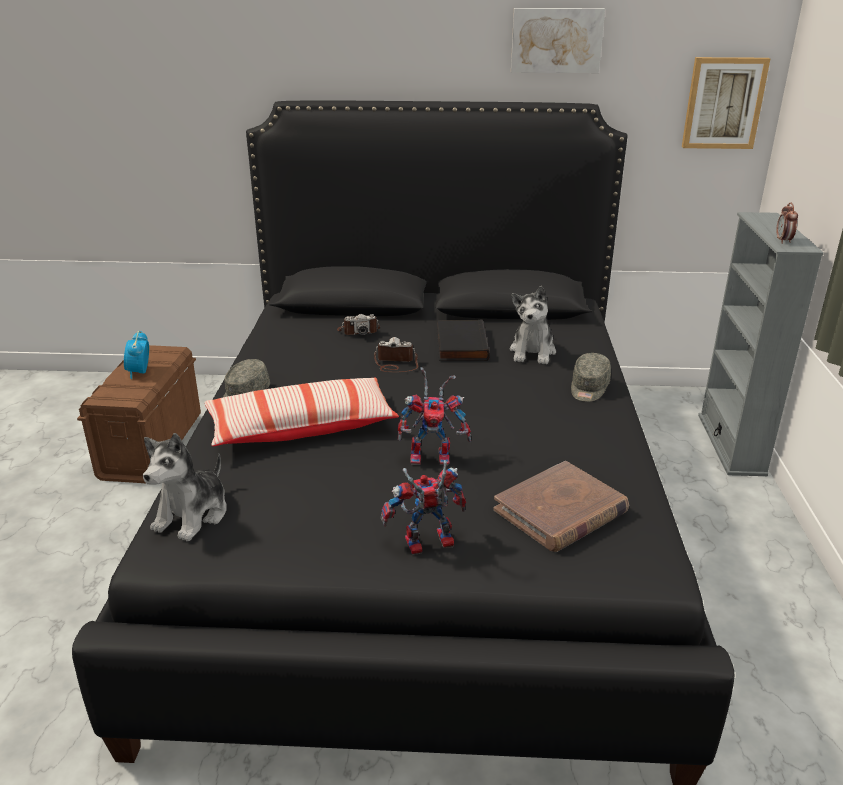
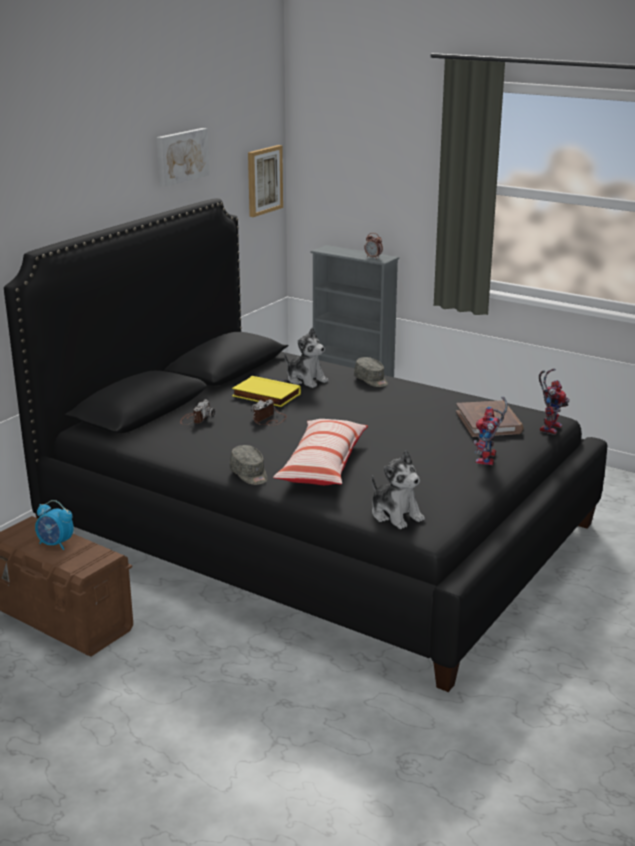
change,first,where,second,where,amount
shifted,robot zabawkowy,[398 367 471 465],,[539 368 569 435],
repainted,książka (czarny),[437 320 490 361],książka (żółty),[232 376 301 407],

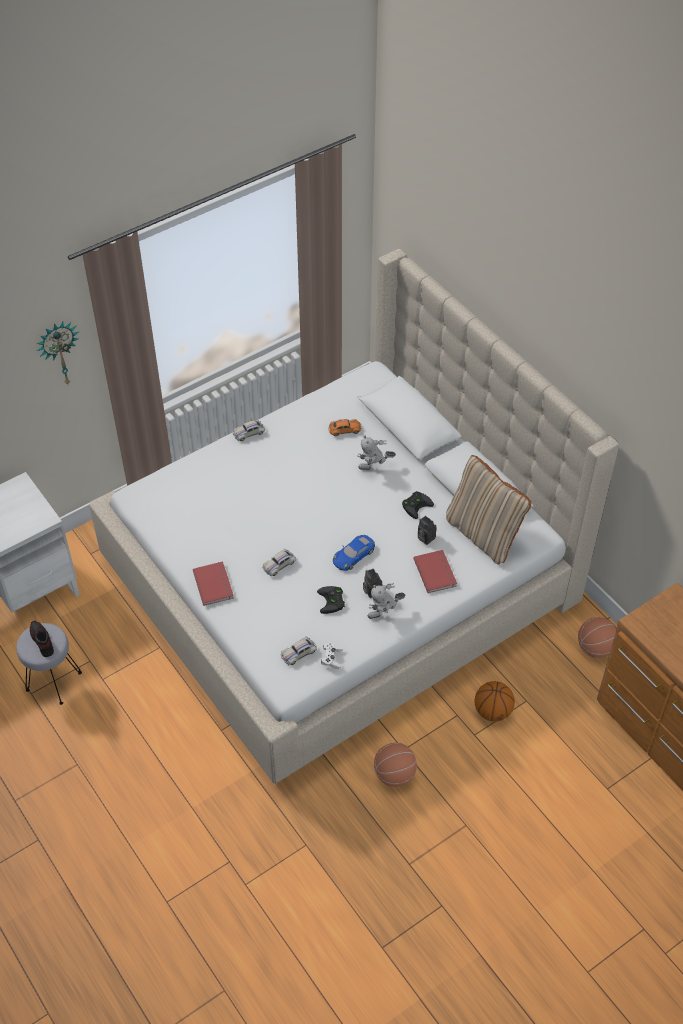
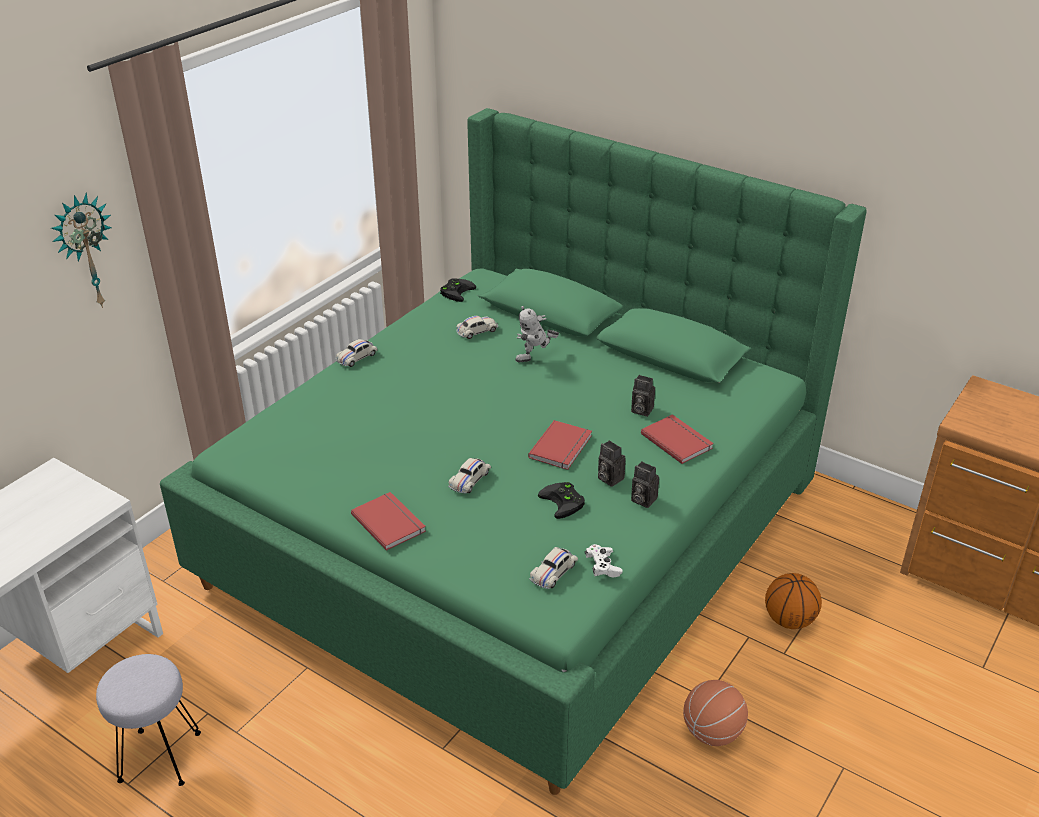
change,first,where,second,where,amount
gone,but,[30 620 54 657],,,
gone,poduszka (beżowy),[446 455 531 564],,,
gone,piłka do koszykówki,[578 617 617 658],,,
shifted,pad do gier (czarny),[402 491 434 519],,[440 278 476 302],
swapped,samochodzik (niebieski),[333 535 375 571],książka (czerwony),[528 420 592 470],
swapped,robot zabawkowy,[368 583 405 619],aparat fotograficzny,[631 462 659 508],
repainted,łóżko (beżowy),[89 249 619 784],łóżko (zielony),[160 108 867 795],
repainted,samochodzik (pomarańczowy),[329 419 361 436],samochodzik (biały),[456 316 499 339],

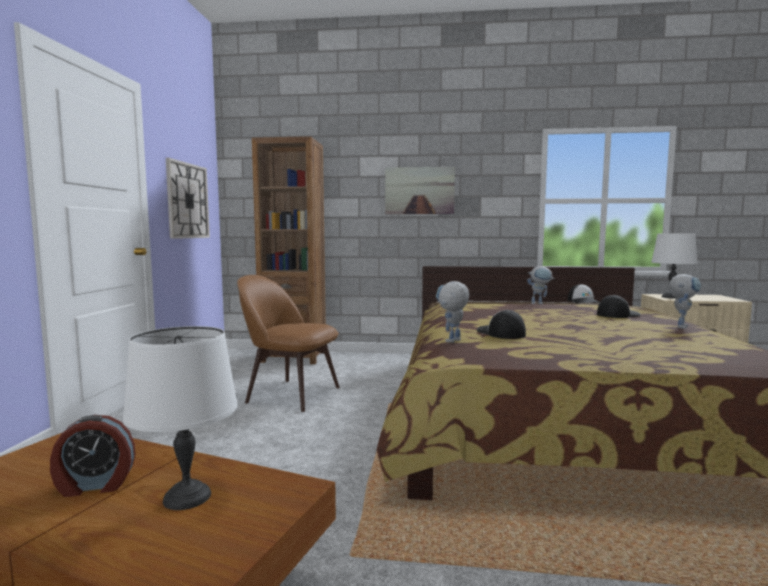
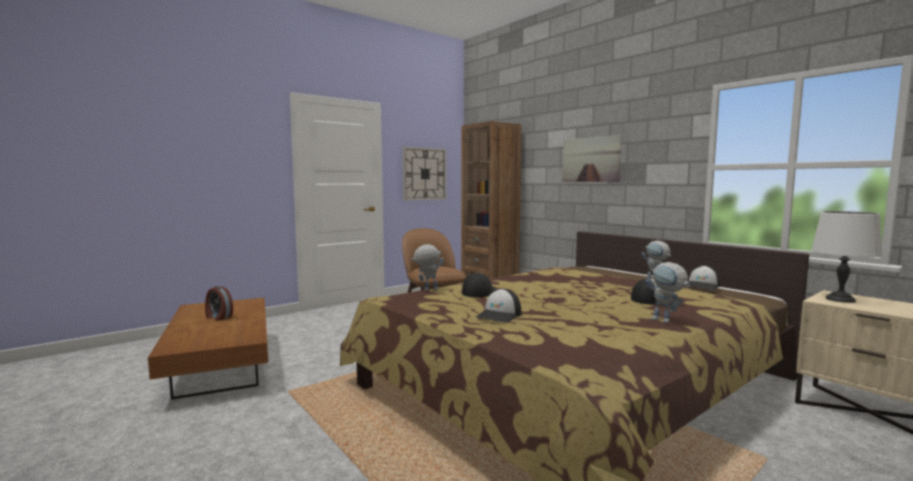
change,first,where,second,where,amount
gone,lampa stołowa (biały),[123 326 238 510],,,
new,,,czapka z daszkiem,[476 289 521 323],
rotated,robot zabawkowy,[669 274 701 329],,[645 262 690 323],60 degrees clockwise

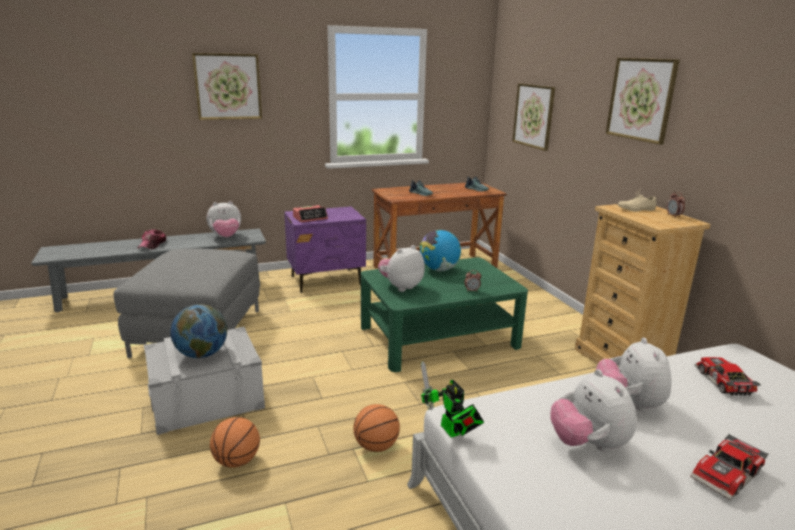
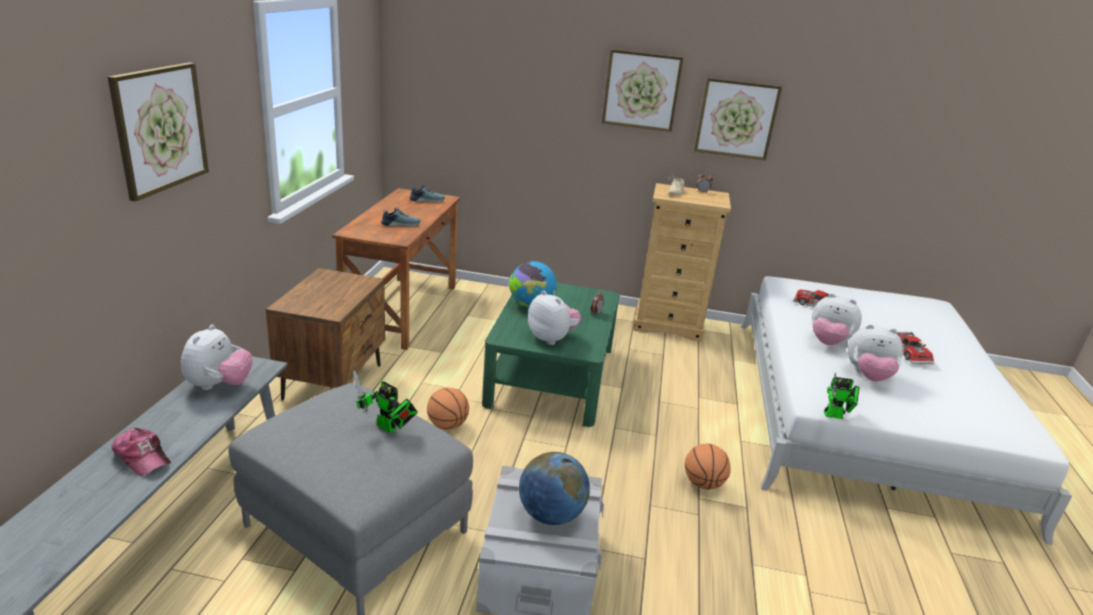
change,first,where,second,where,amount
gone,budzik,[293 205 328 223],,,
new,,,robot zabawkowy,[353 370 418 433],
shifted,piłka do koszykówki,[210 417 260 468],,[427 388 469 430],
shifted,obraz,[512 83 555 151],,[694 78 782 160],
repainted,szafka nocna (fioletowy),[284 206 366 293],szafka nocna (brązowy),[266 268 385 400],
rotated,pluszak,[378 245 425 292],,[528 290 581 345],150 degrees clockwise

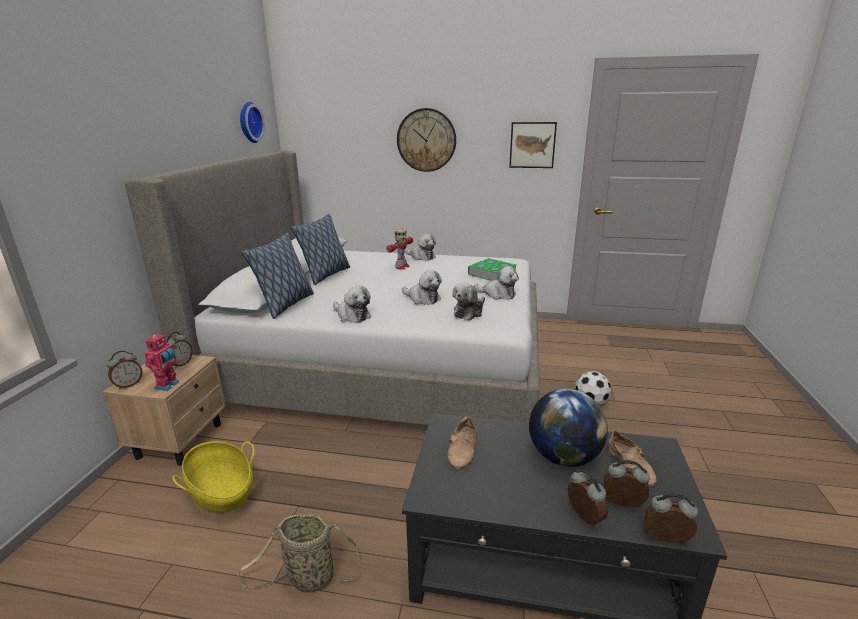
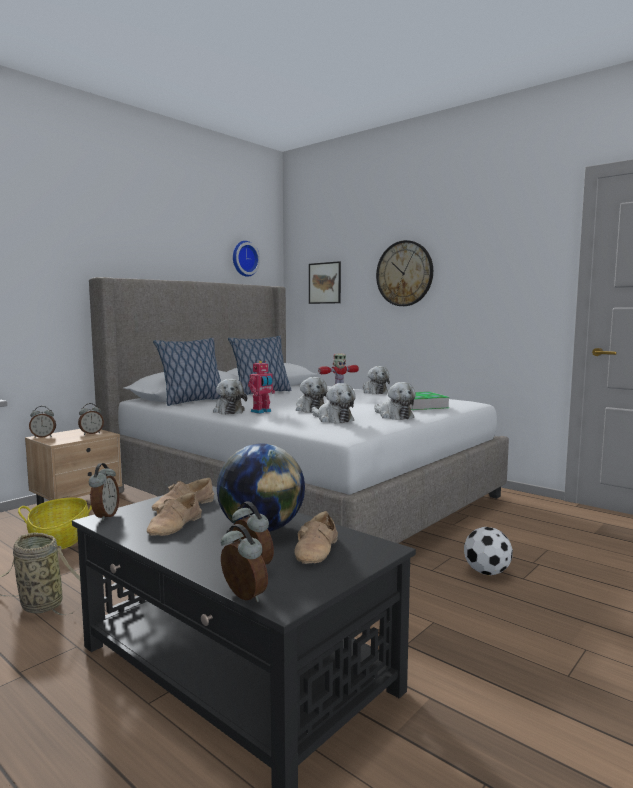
change,first,where,second,where,amount
new,,,but (beżowy),[147 492 202 536],
shifted,robot zabawkowy,[144 334 179 391],,[248 361 275 414],
shifted,obraz,[509 122 557 168],,[309 261 341 304],
shifted,budzik,[568 470 608 526],,[89 463 119 521],
rotated,pluszak,[452 283 485 320],,[312 383 356 423],105 degrees counterclockwise

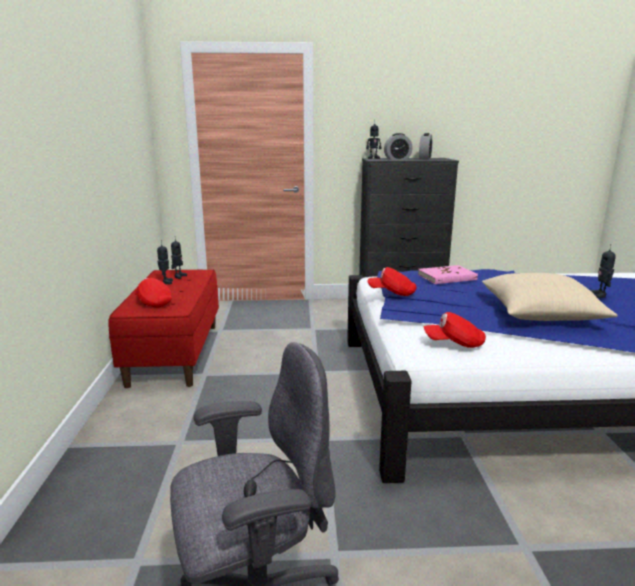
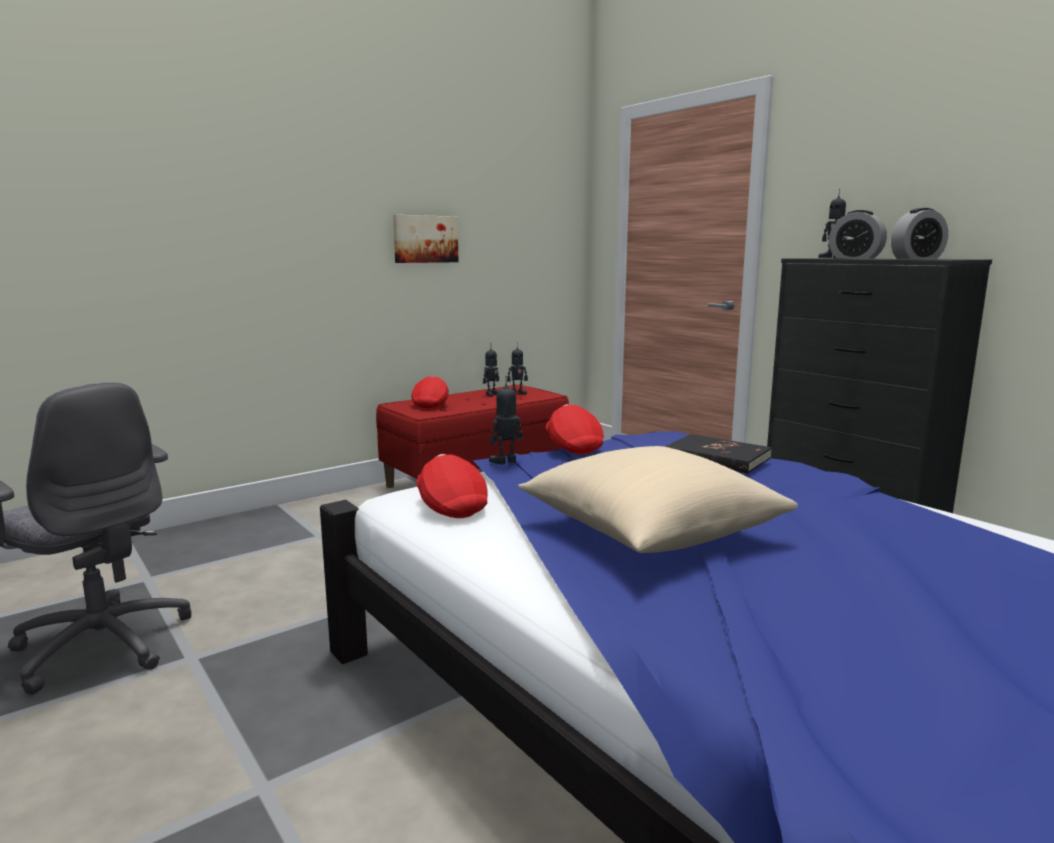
change,first,where,second,where,amount
new,,,obraz,[393 215 458 263],
shifted,robot zabawkowy,[591 244 616 298],,[489 376 523 464],
repainted,książka (różowy),[418 265 478 284],książka (czarny),[664 434 772 474],

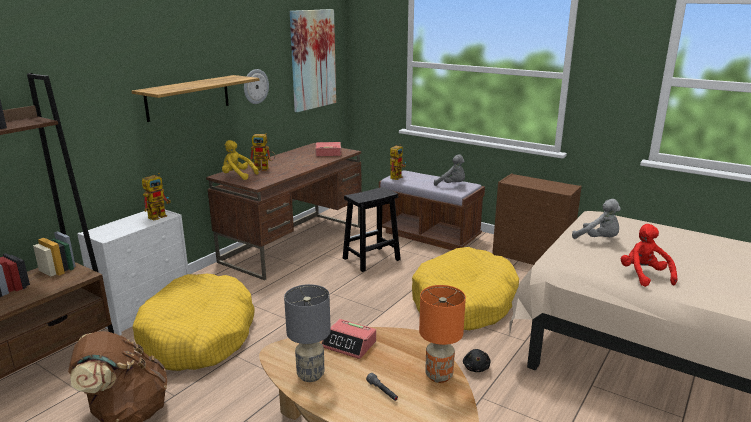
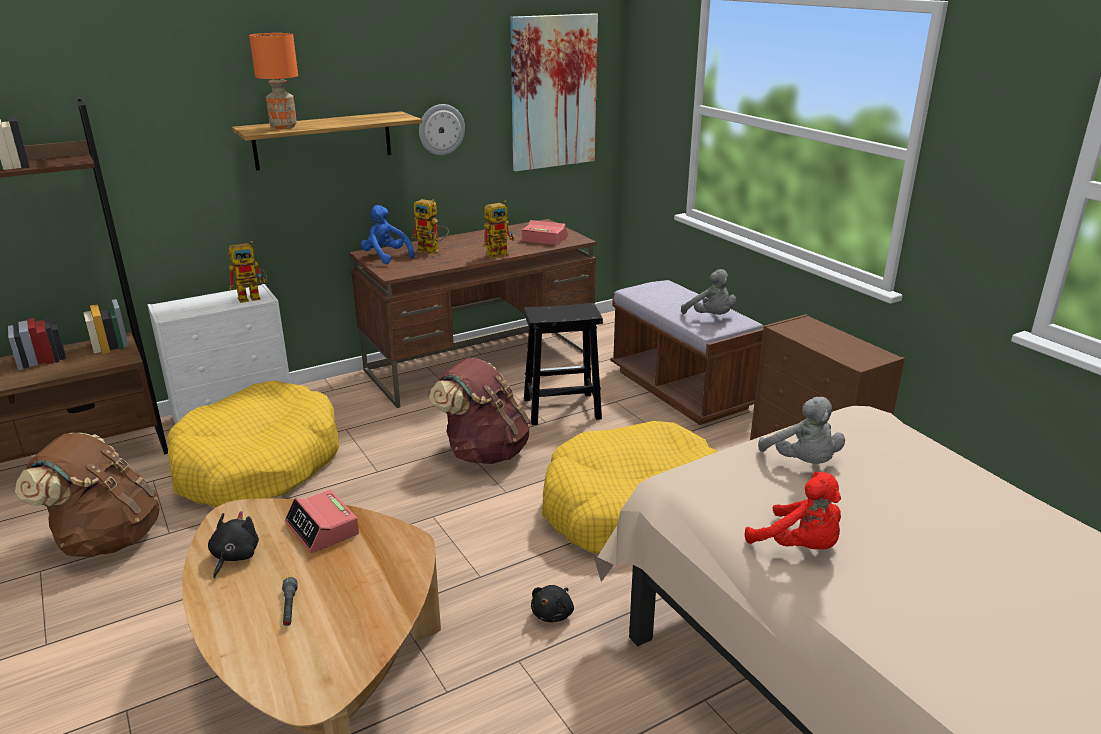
change,first,where,second,where,amount
new,,,plecak (brązowy),[429 358 531 464],
shifted,robot zabawkowy,[390 144 406 180],,[483 200 515 259],
shifted,lampa stołowa (pomarańczowy),[419 285 466 383],,[249 33 298 129],
swapped,lampa stołowa (szary),[284 284 331 382],pluszak (czarny),[208 511 259 579],
repainted,pluszak (żółty),[222 140 259 180],pluszak (niebieski),[361 205 414 264],
rotated,pluszak (czerwony),[621 224 678 287],,[745 472 841 550],120 degrees clockwise

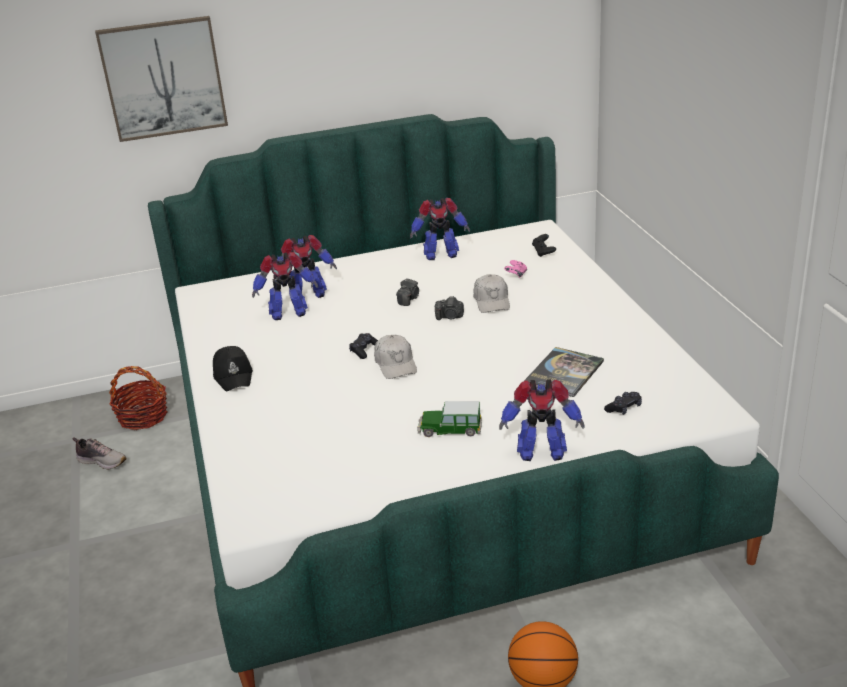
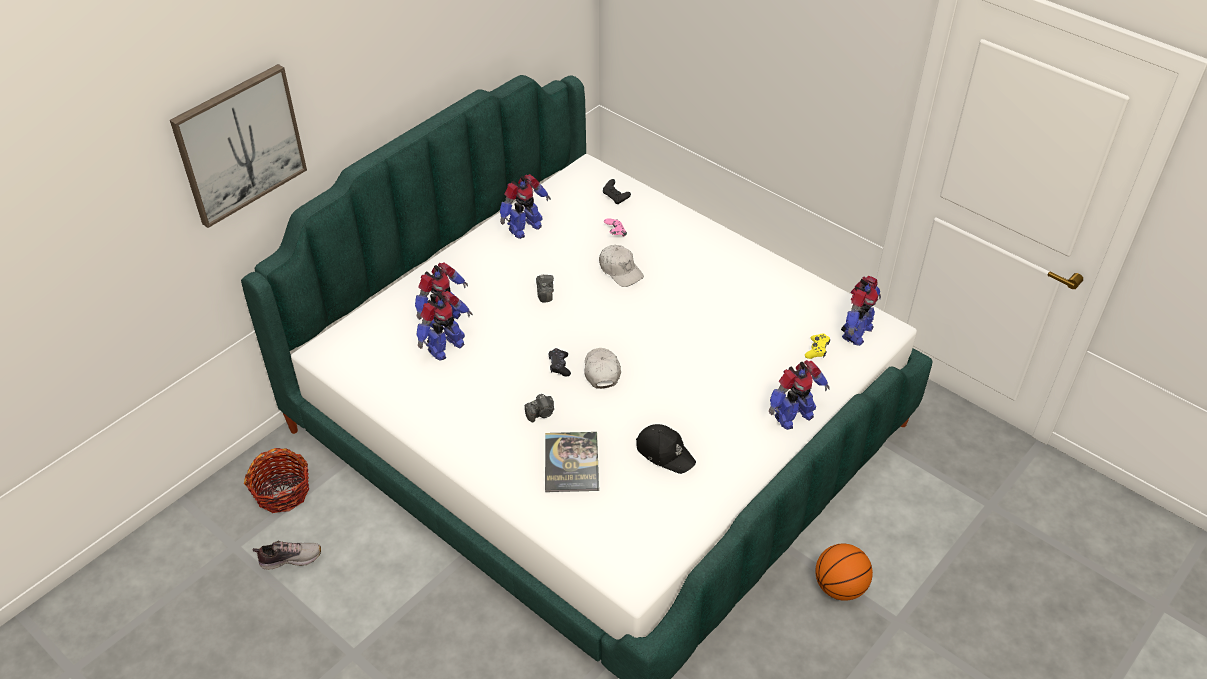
change,first,where,second,where,amount
gone,samochodzik,[417 401 482 437],,,
new,,,robot zabawkowy,[841 276 881 346],
shifted,czapka z daszkiem (czarny),[213 346 253 392],,[636 424 696 474],
shifted,aparat fotograficzny,[435 296 464 320],,[524 394 554 422],
shifted,książka,[524 347 604 397],,[545 432 599 492],
repainted,pad do gier (czarny),[604 392 642 415],pad do gier (żółty),[805 333 830 359],
rotated,czapka z daszkiem (biały),[374 335 417 379],,[584 348 621 389],135 degrees counterclockwise

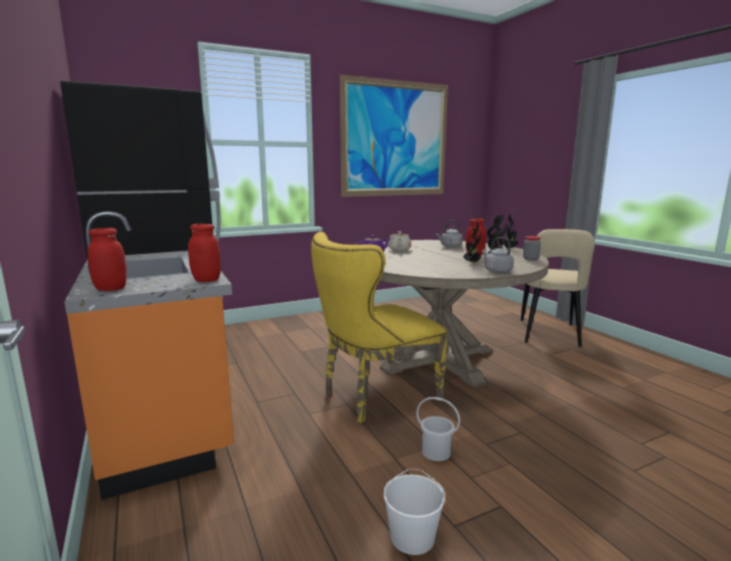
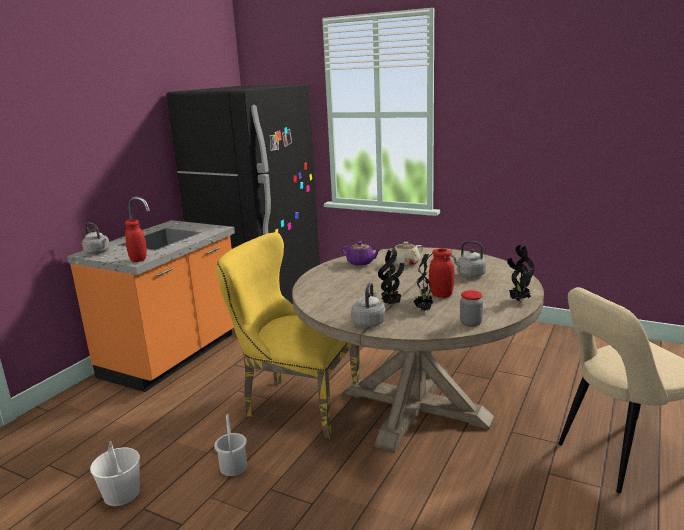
change,first,where,second,where,amount
gone,obraz,[340 75 448 197],,,
swapped,słoik (czerwony),[88 228 127 291],czajnik (szary),[82 222 110 254],

